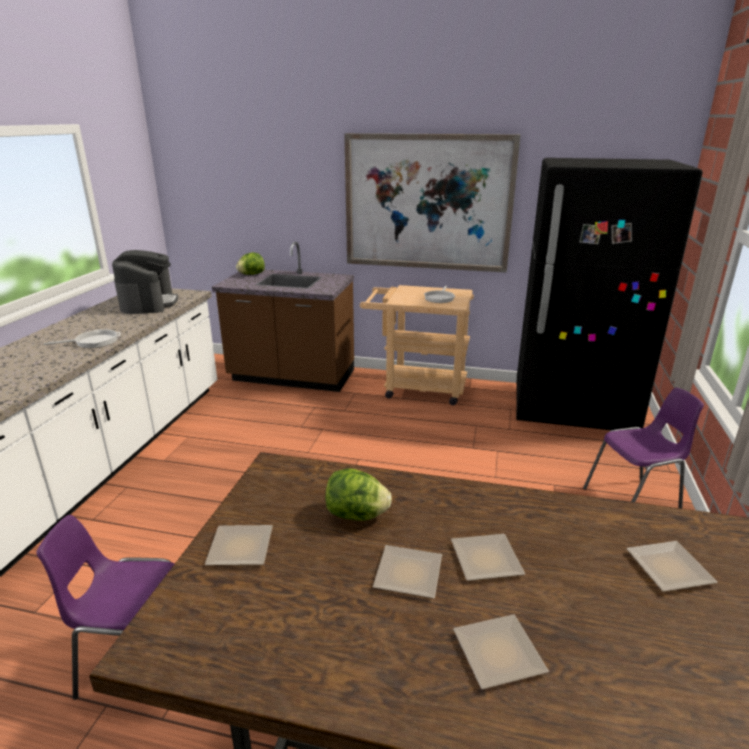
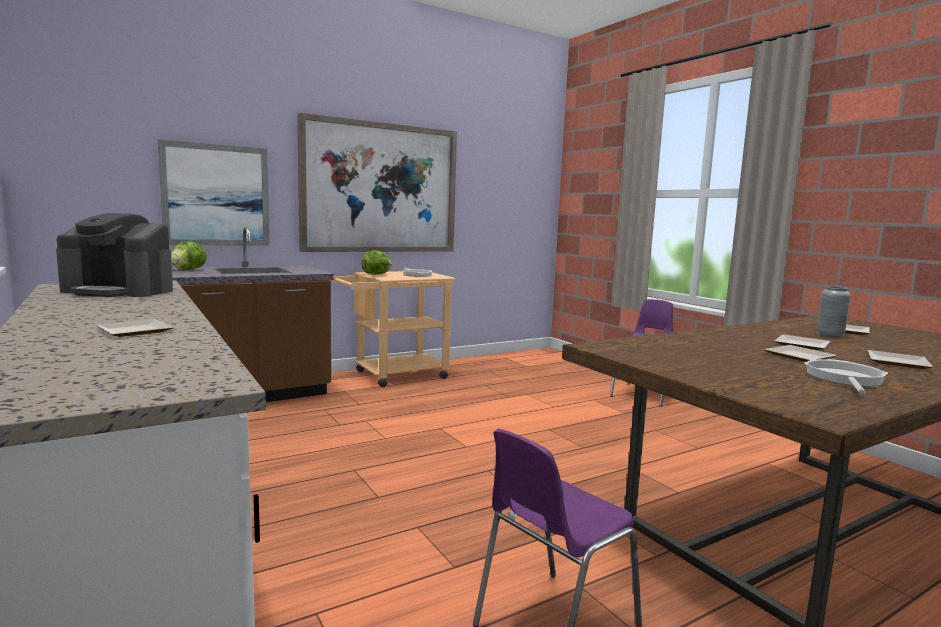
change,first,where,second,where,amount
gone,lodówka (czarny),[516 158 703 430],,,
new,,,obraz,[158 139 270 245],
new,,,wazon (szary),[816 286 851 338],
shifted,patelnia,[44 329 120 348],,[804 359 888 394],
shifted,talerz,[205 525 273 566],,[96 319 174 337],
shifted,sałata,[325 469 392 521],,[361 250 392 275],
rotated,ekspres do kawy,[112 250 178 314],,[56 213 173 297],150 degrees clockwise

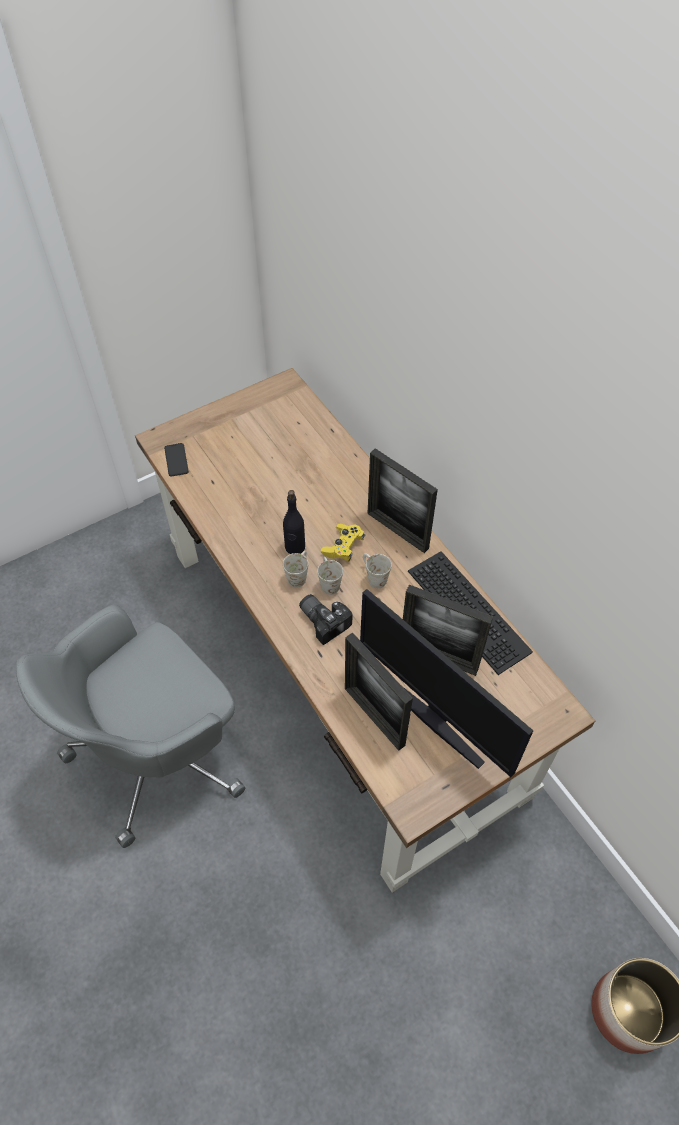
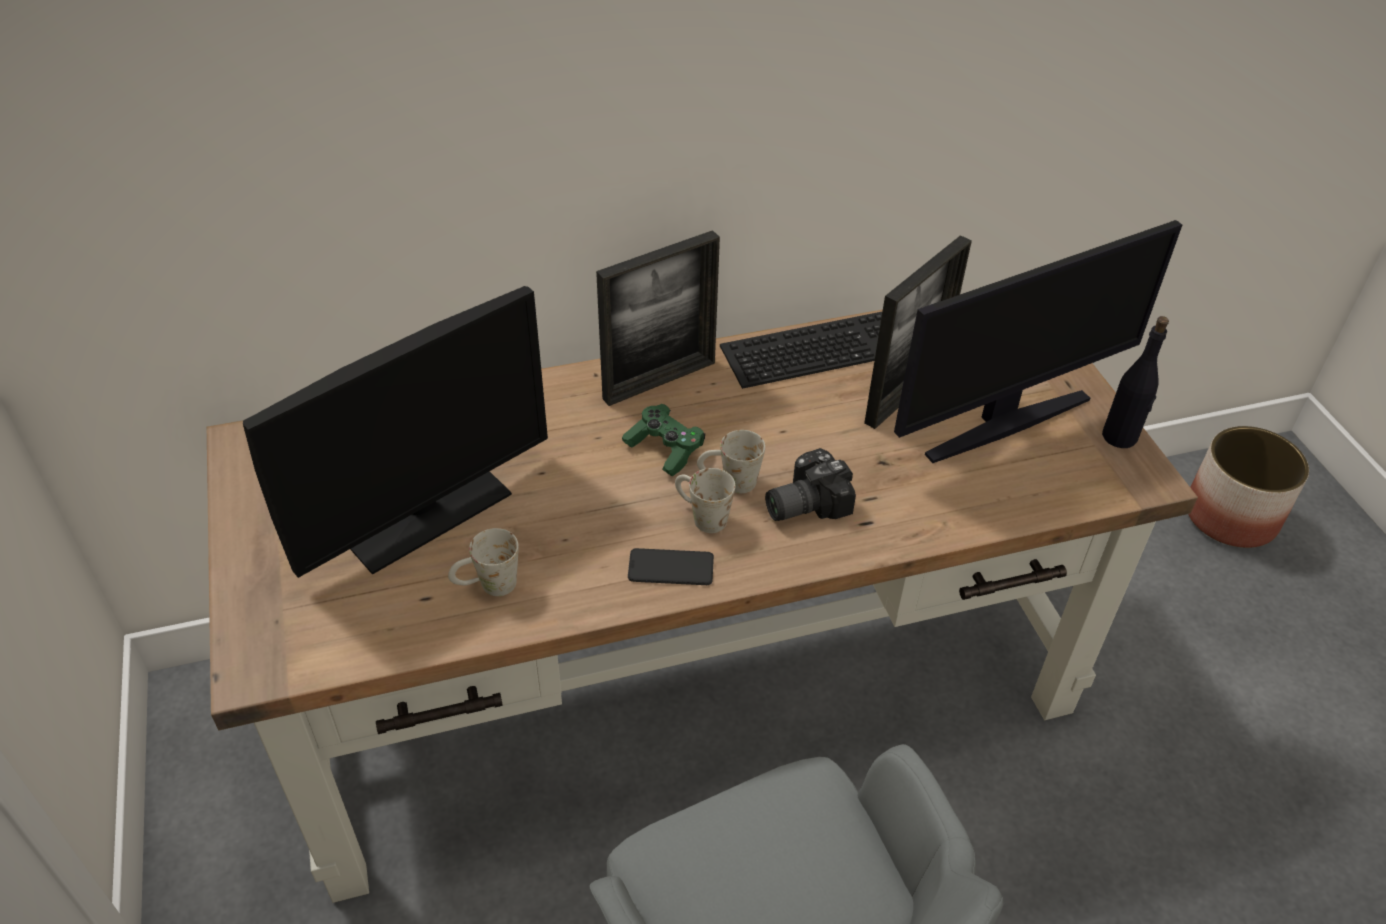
change,first,where,second,where,amount
gone,ramka na zdjęcie,[345 633 413 751],,,
new,,,monitor,[243 286 548 578],
shifted,telefon,[164 443 189 477],,[628 548 714 585],
shifted,butelka (czarny),[283 490 305 554],,[1102 316 1169 448],
shifted,kubek (biały),[363 553 392 588],,[448 528 519 596],
repainted,pad do gier (żółty),[321 524 365 562],pad do gier (zielony),[622 404 705 476],

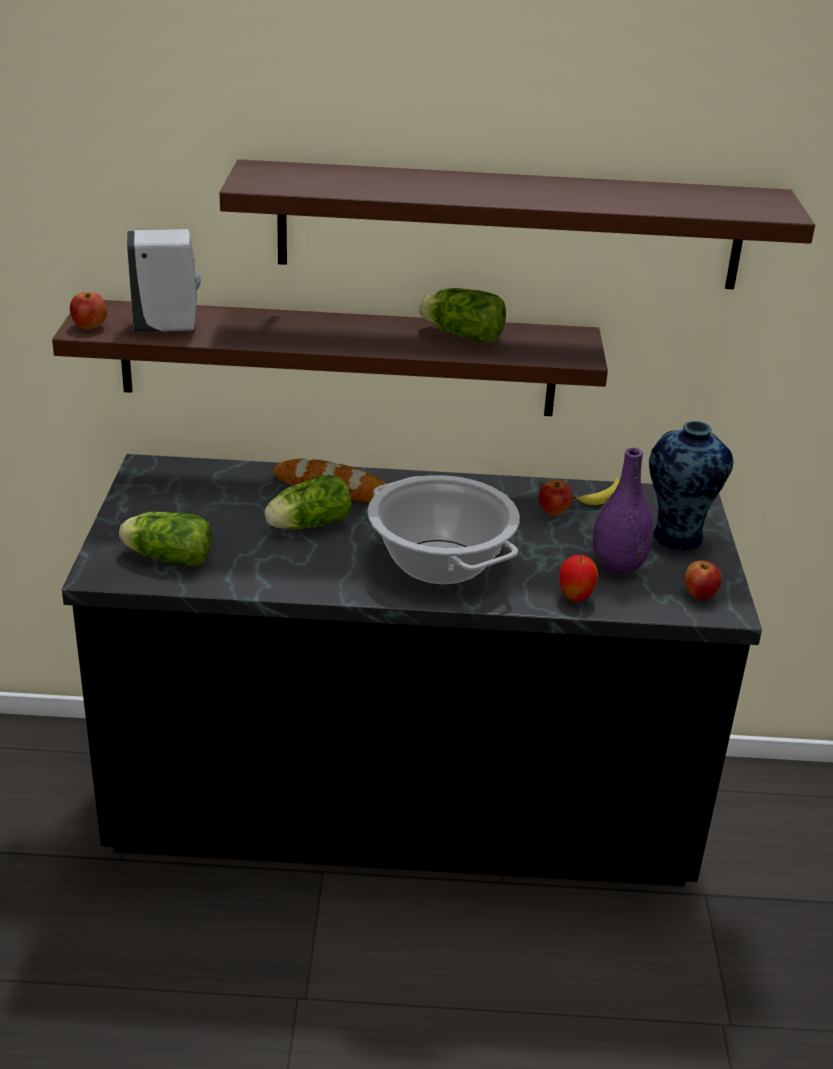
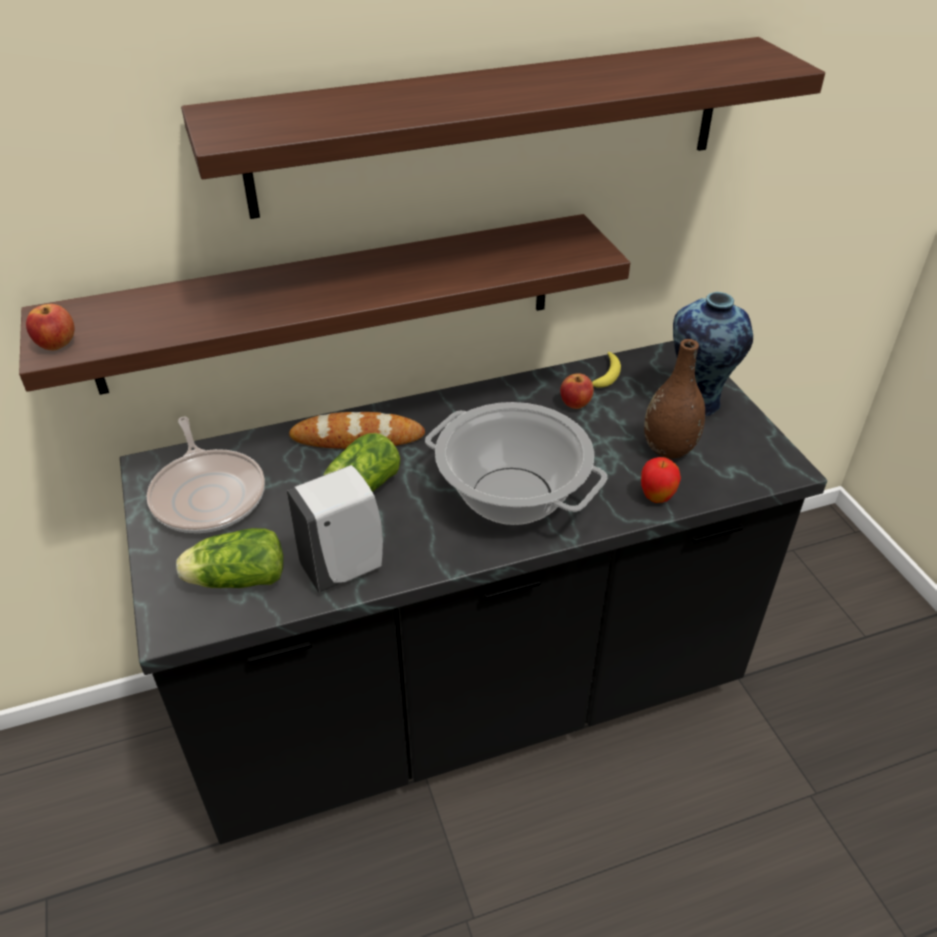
change,first,where,second,where,amount
gone,sałata,[419 288 506 343],,,
gone,jabłko,[685 560 722 600],,,
new,,,patelnia,[147 417 265 533],
shifted,dozownik mydła (biały),[127 229 201 332],,[287 465 383 593],
repainted,wazon (fioletowy),[593 448 653 575],wazon (brązowy),[644 339 705 459],

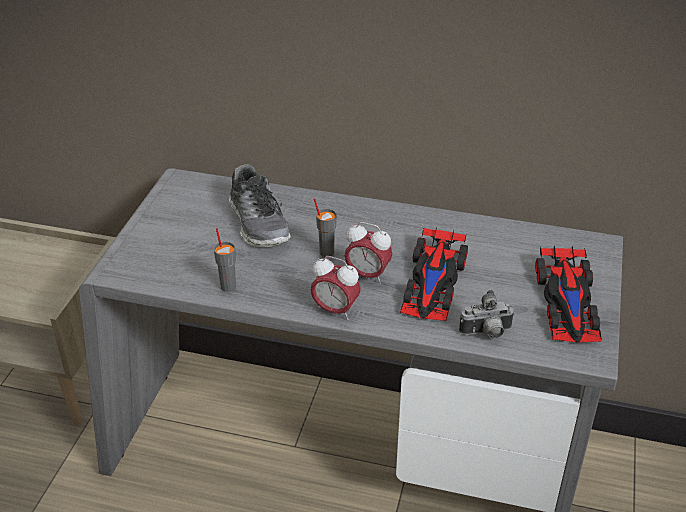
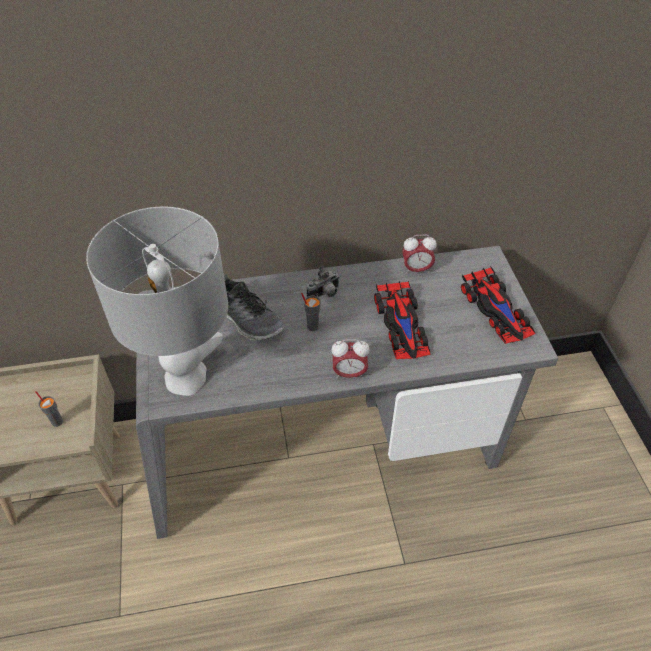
change,first,where,second,where,amount
new,,,lampa stołowa (szary),[86 207 228 396],
shifted,filiżanka (szary),[213 228 236 292],,[35 391 63 427],
shifted,budzik,[344 222 392 284],,[402 235 437 274],
shifted,aparat fotograficzny,[459 290 515 338],,[307 266 340 297],

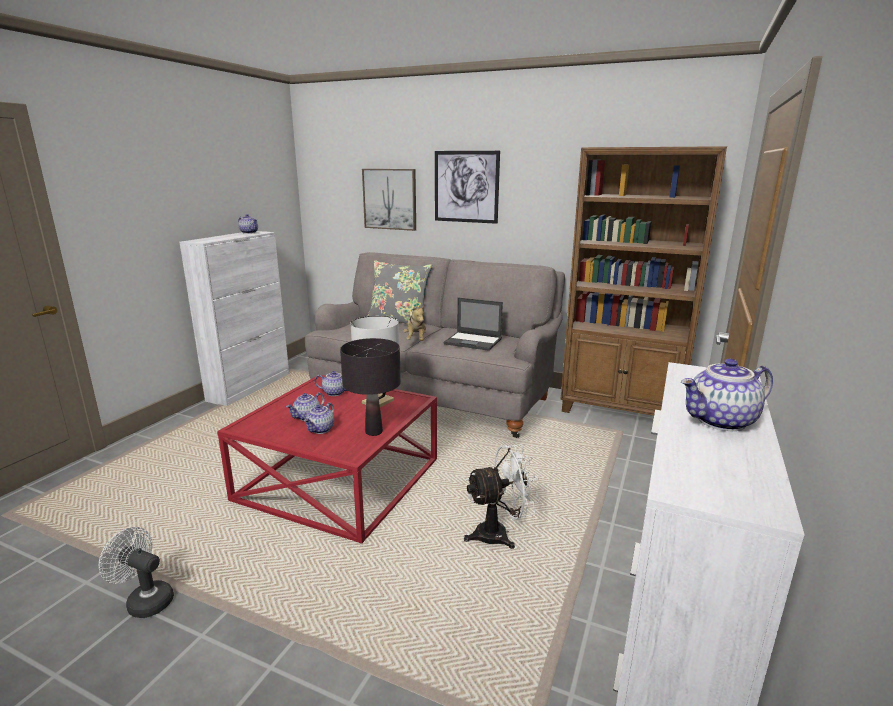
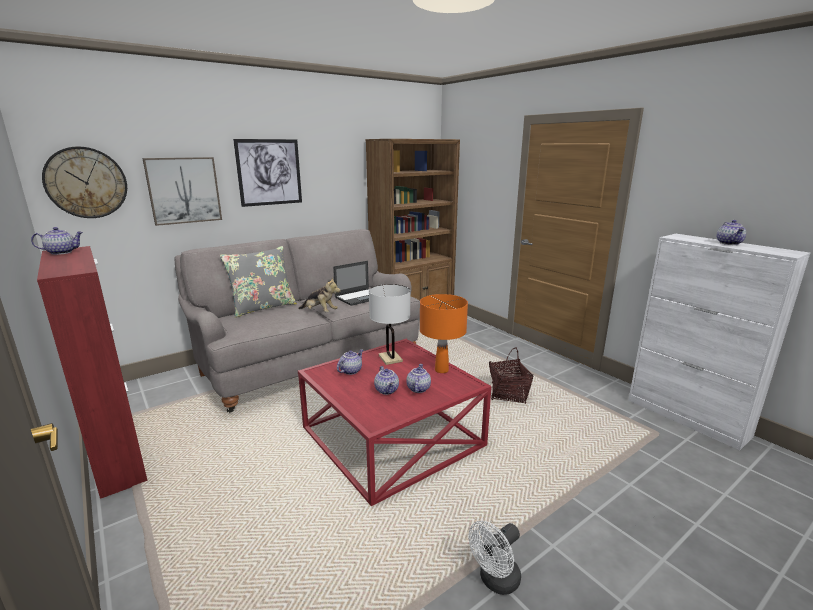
change,first,where,second,where,amount
new,,,zegar ścienny,[42 146 127 218],
swapped,wentylator (biały),[464 444 540 549],koszyk,[489 347 533 404],
repainted,szafka (biały),[179 231 289 406],szafka (czerwony),[37 246 148 499],
repainted,lampa stołowa (czarny),[340 338 401 436],lampa stołowa (pomarańczowy),[420 294 468 373],
rotated,imbryk,[304 402 334 434],,[406 364 431 393],135 degrees counterclockwise

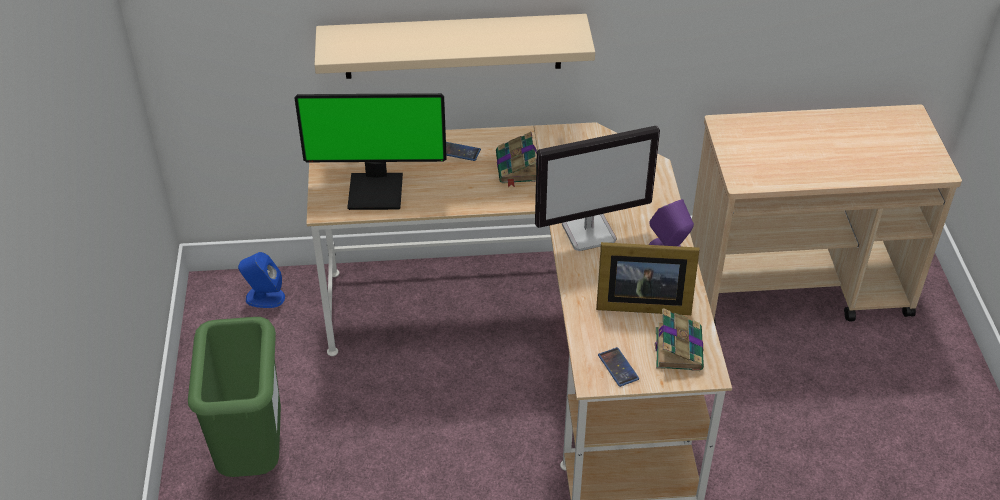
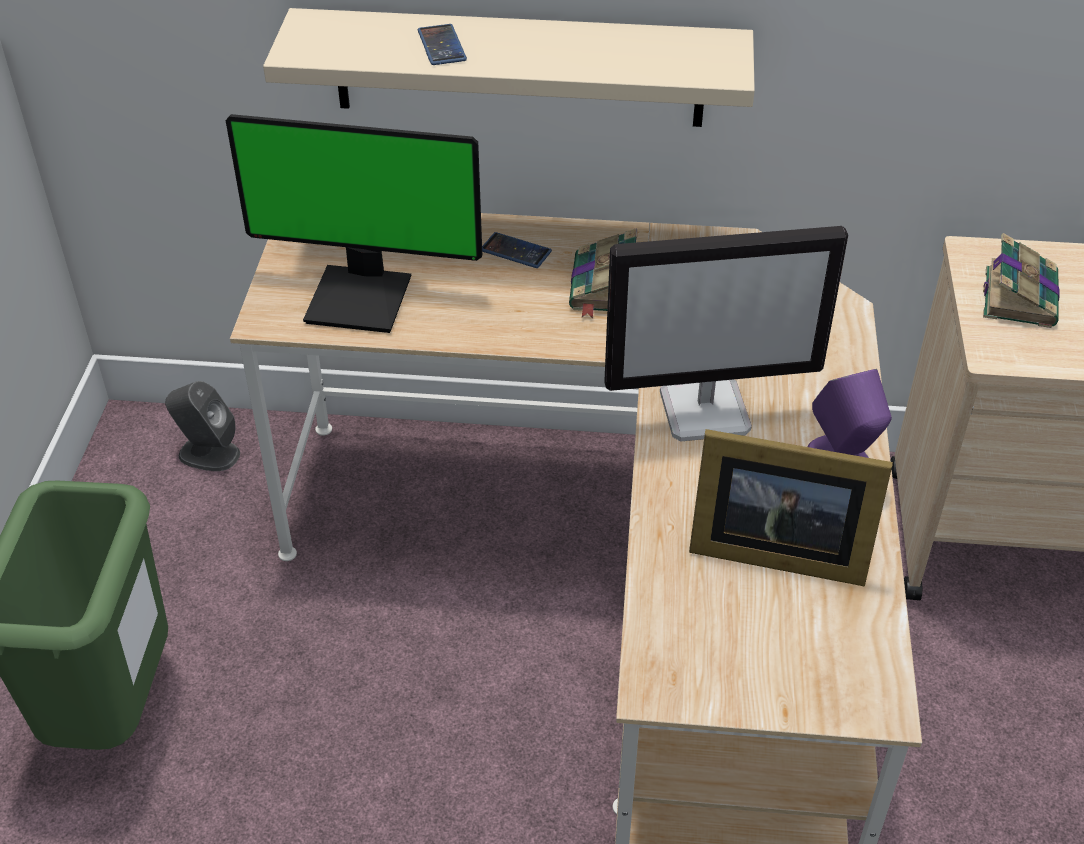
change,first,where,second,where,amount
shifted,telefon,[598 347 639 387],,[418 24 467 65],
shifted,książka,[655 308 704 371],,[983 233 1059 328],
repainted,głośnik (niebieski),[238 252 285 308],głośnik (szary),[165 381 240 471],

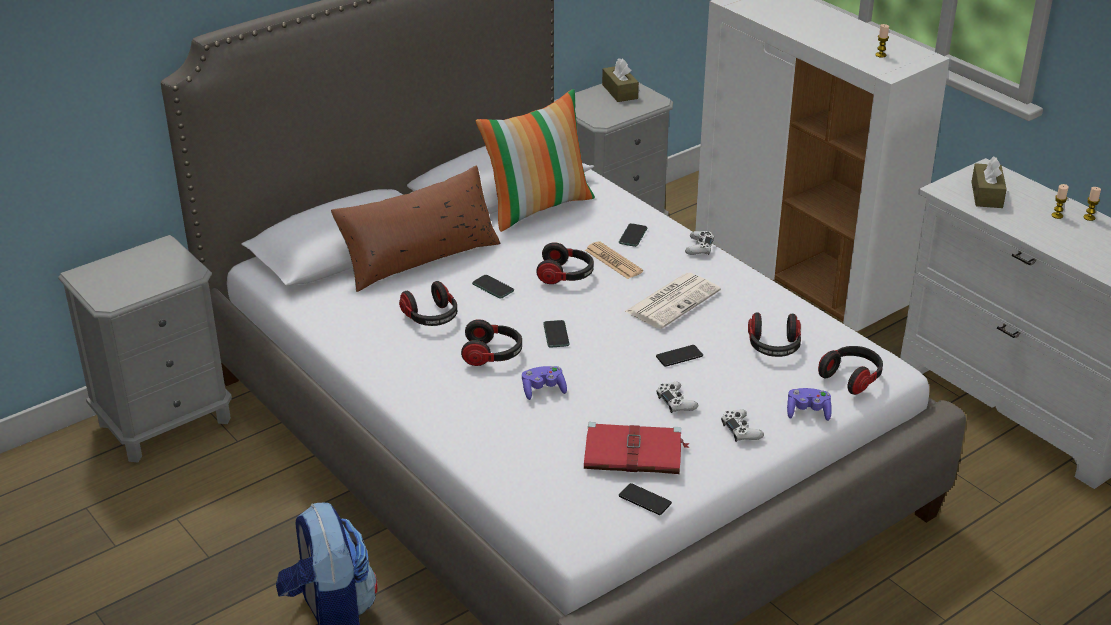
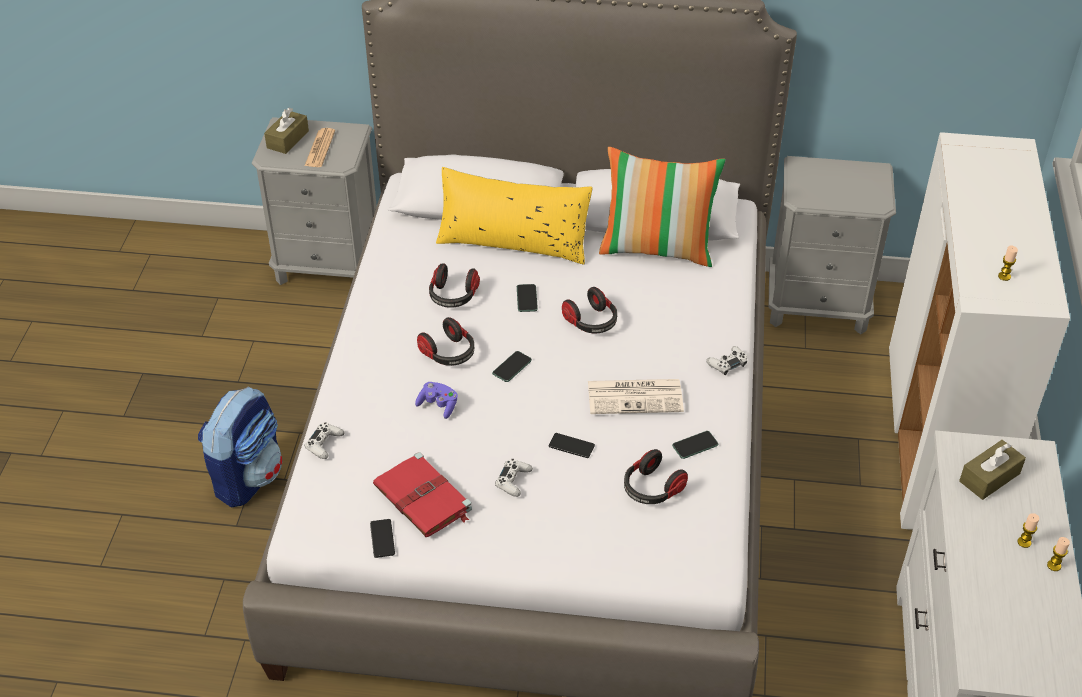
change,first,where,second,where,amount
gone,pad do gier (fioletowy),[787 388 832 421],,,
gone,słuchawki,[818 346 883 395],,,
shifted,gazeta,[585 241 643 279],,[304 128 335 167],
shifted,pudełko chusteczek (brązowy),[602 58 639 102],,[264 108 309 154],
shifted,telefon,[619 223 647 247],,[672 431 718 459],
shifted,pad do gier (biały),[721 409 764 442],,[305 422 345 459],
repainted,poduszka (brązowy),[331 165 500 292],poduszka (żółty),[436 167 593 265],

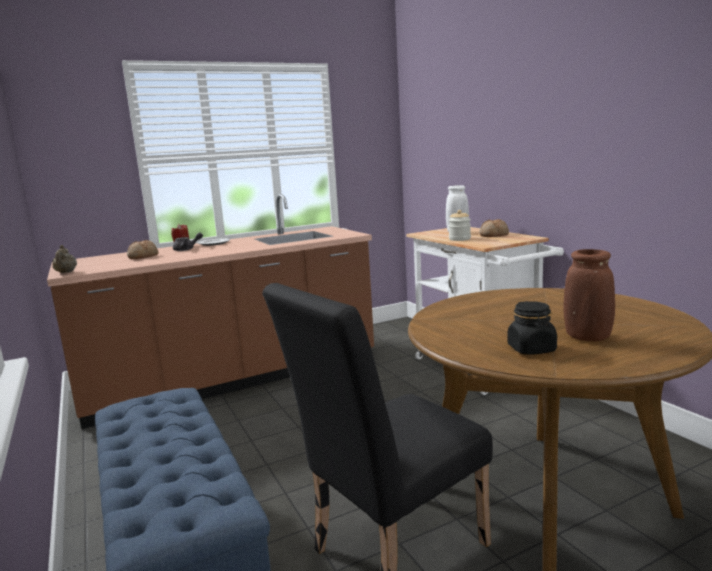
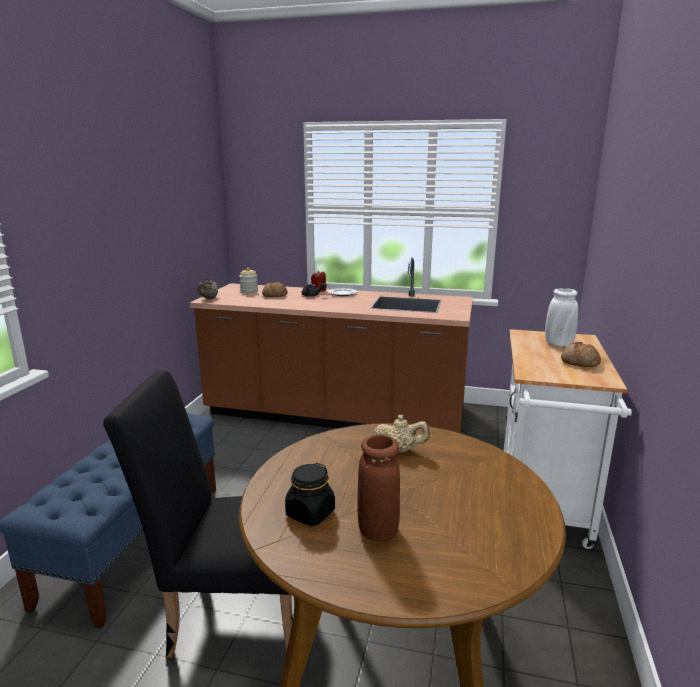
change,first,where,second,where,amount
new,,,imbryk (beżowy),[374 415 430 453],
shifted,słoik,[449 210 471 241],,[239 268 258 293],

